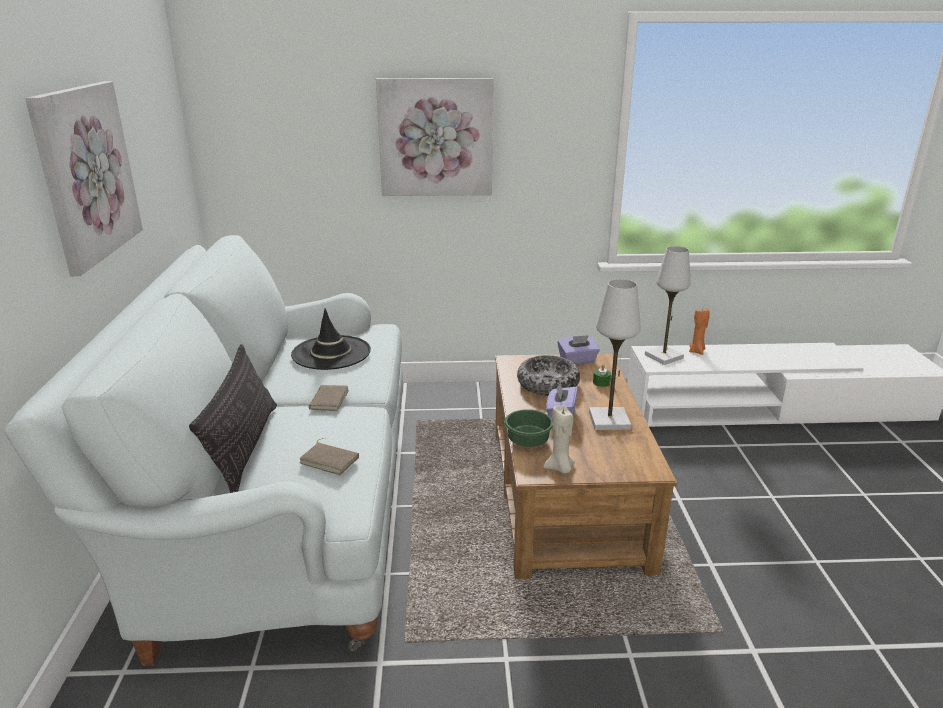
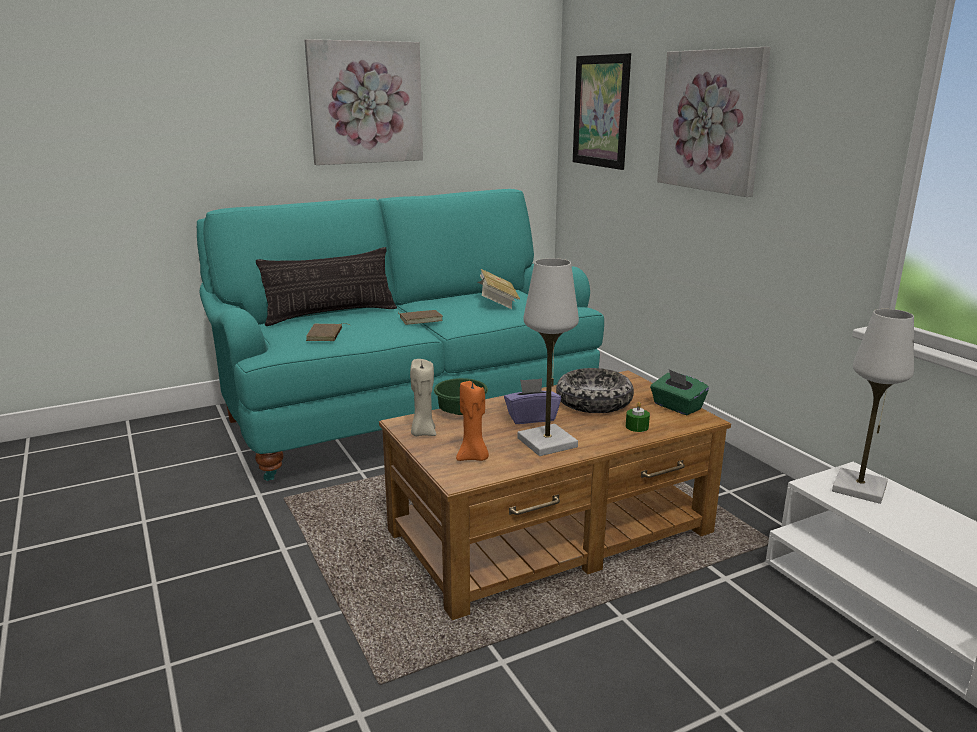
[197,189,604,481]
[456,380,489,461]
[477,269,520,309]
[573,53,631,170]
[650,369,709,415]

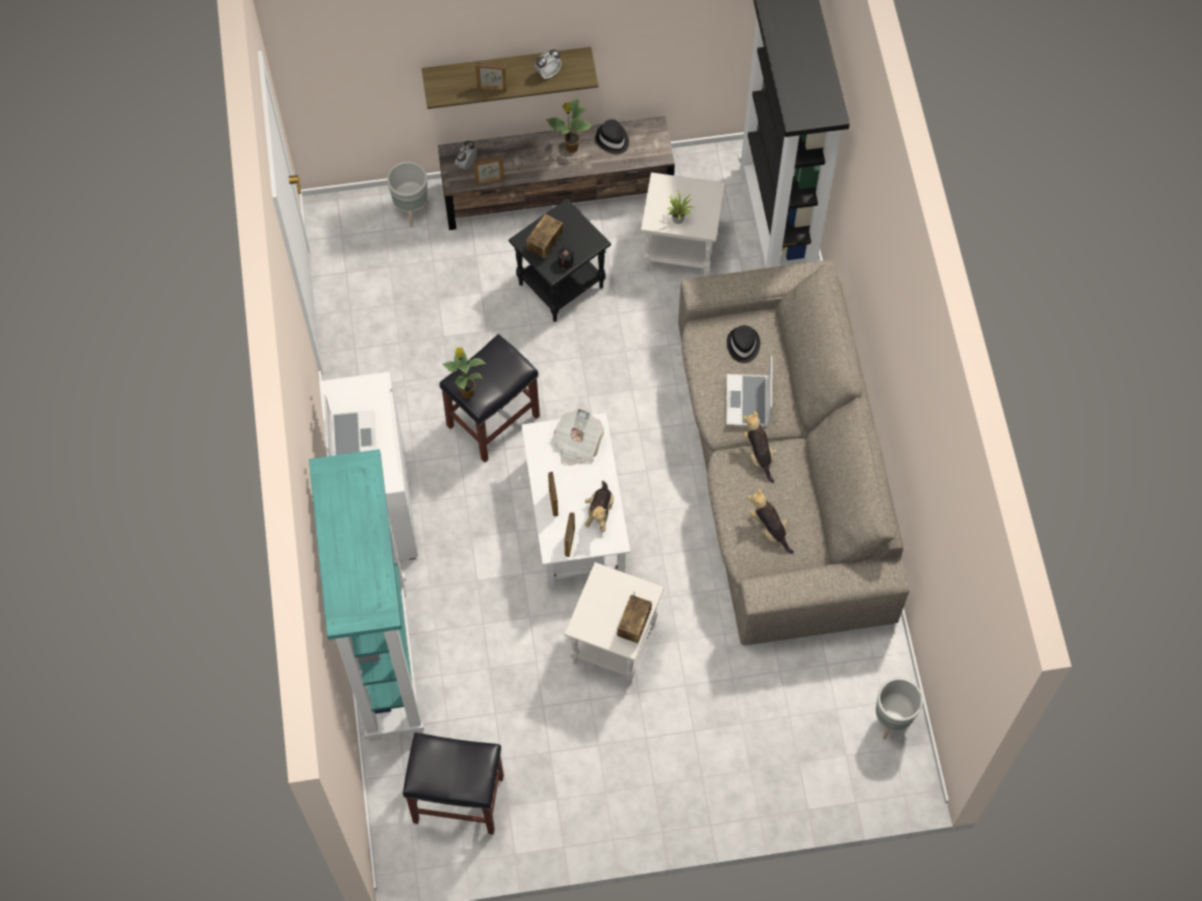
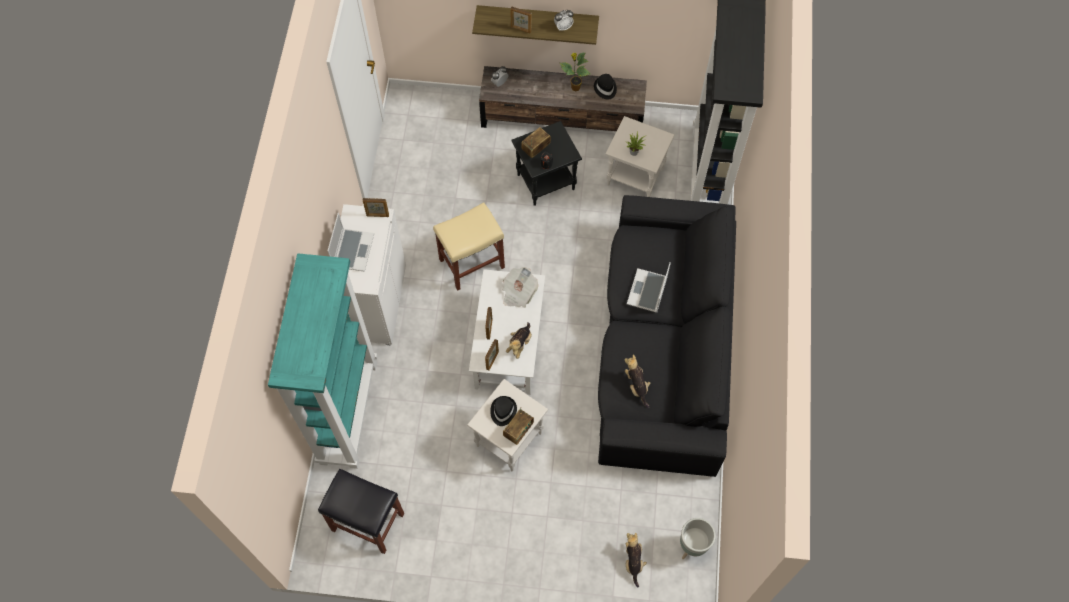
[363,198,389,217]
[433,202,505,291]
[490,396,517,426]
[598,195,736,477]
[626,533,647,588]
[387,162,429,227] (first image)
[442,347,486,399] (first image)

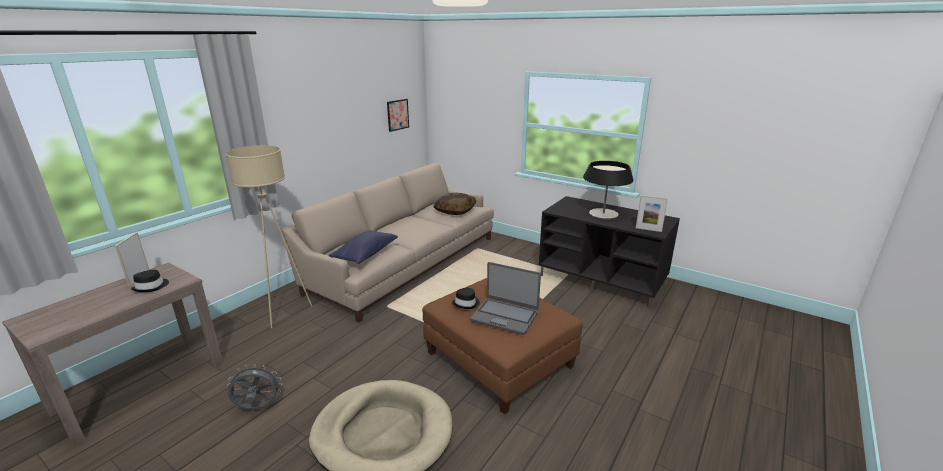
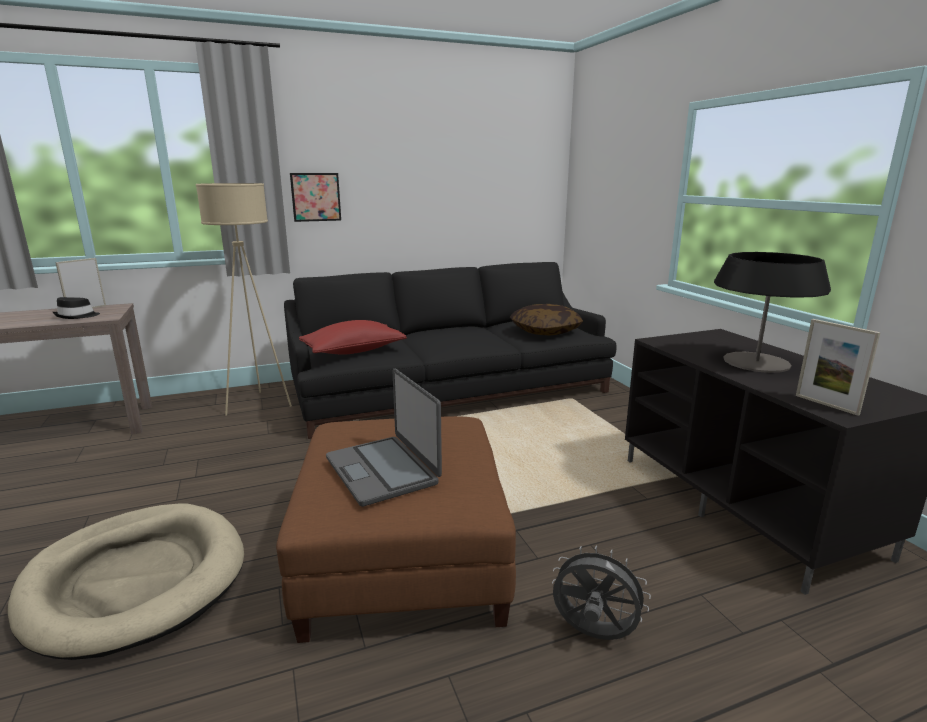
[284,262,617,439]
[290,173,341,222]
[299,320,407,355]
[552,545,651,640]
[452,288,480,309] (first image)

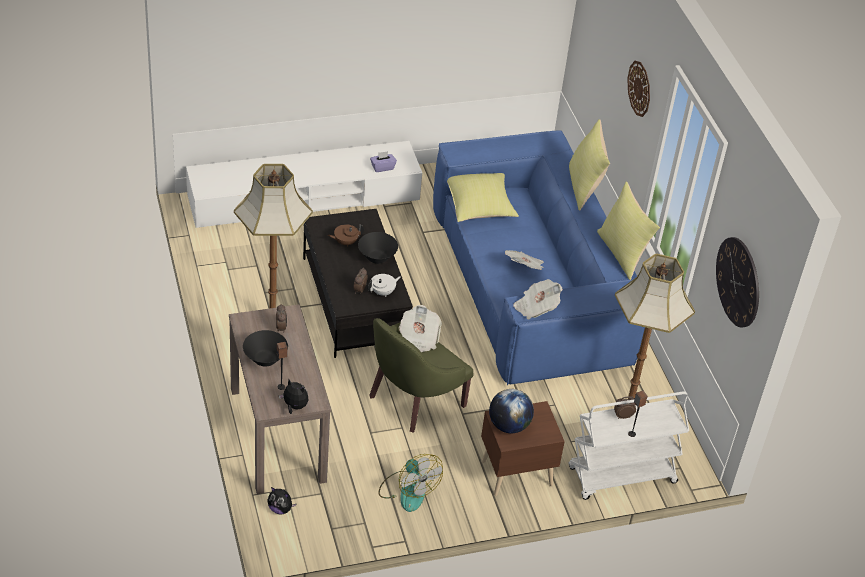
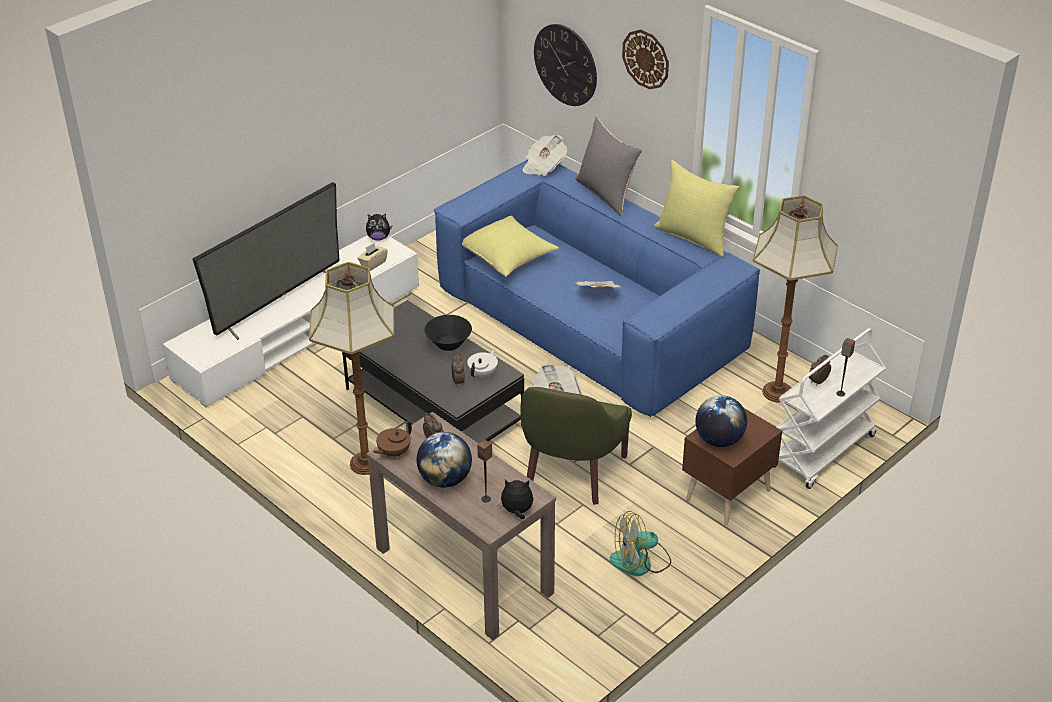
[192,182,340,340]
[357,243,388,271]
[366,214,392,241]
[373,421,412,457]
[417,432,472,488]
[523,135,567,176]
[534,24,597,106]
[575,117,642,216]
[610,511,671,576]

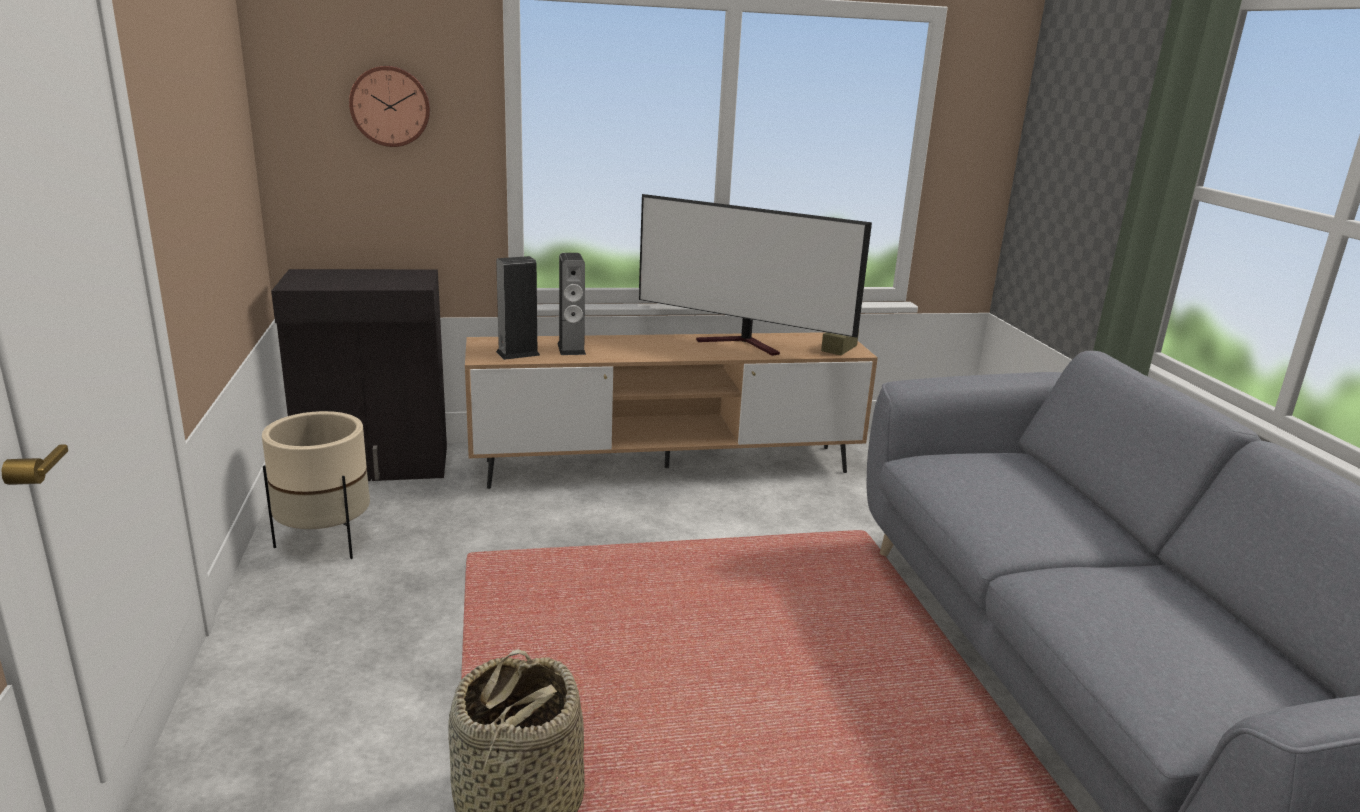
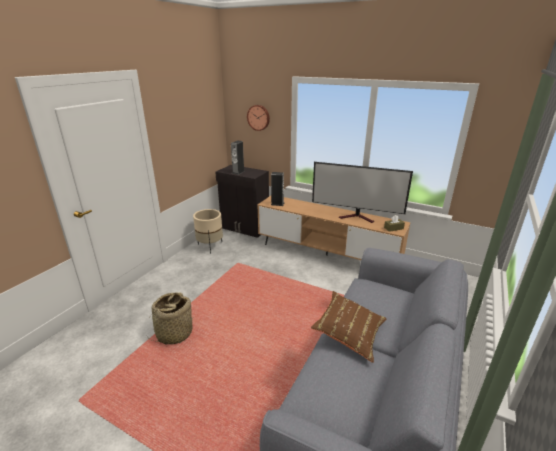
[231,140,244,175]
[311,291,387,363]
[312,162,413,223]

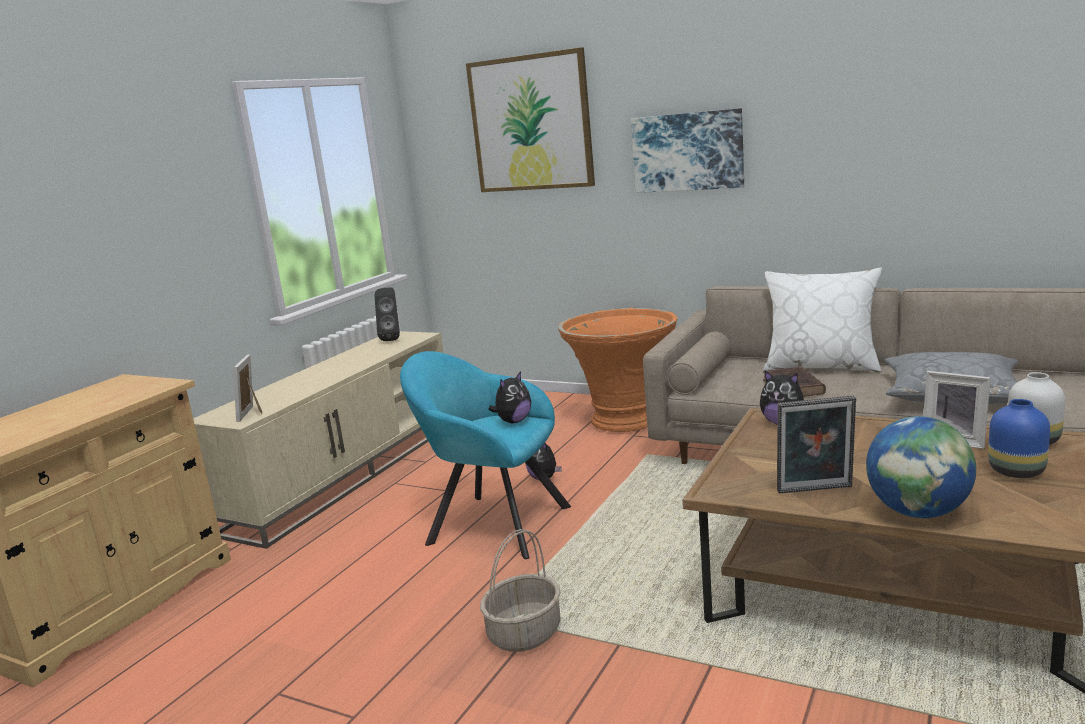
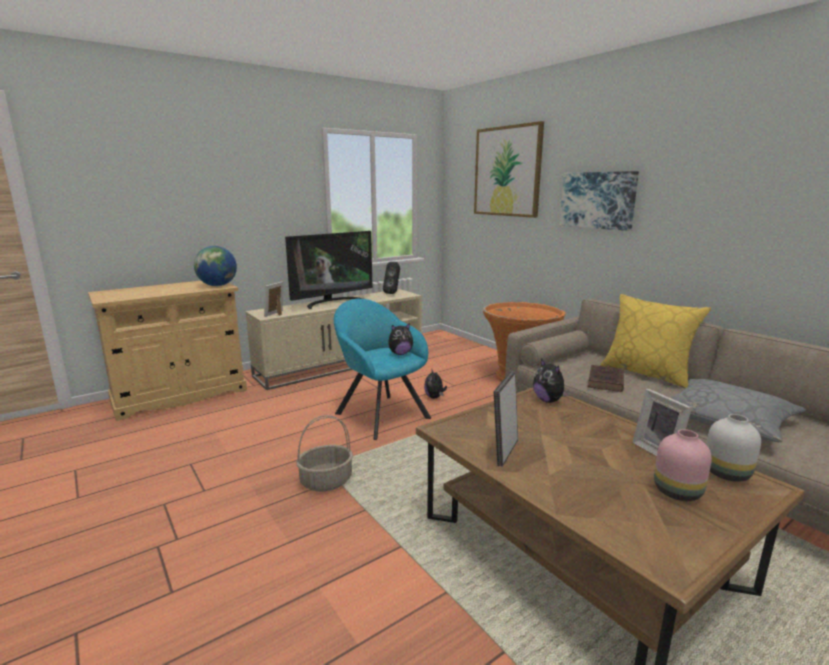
[194,246,237,286]
[285,231,373,309]
[493,371,518,466]
[600,294,711,388]
[654,429,712,501]

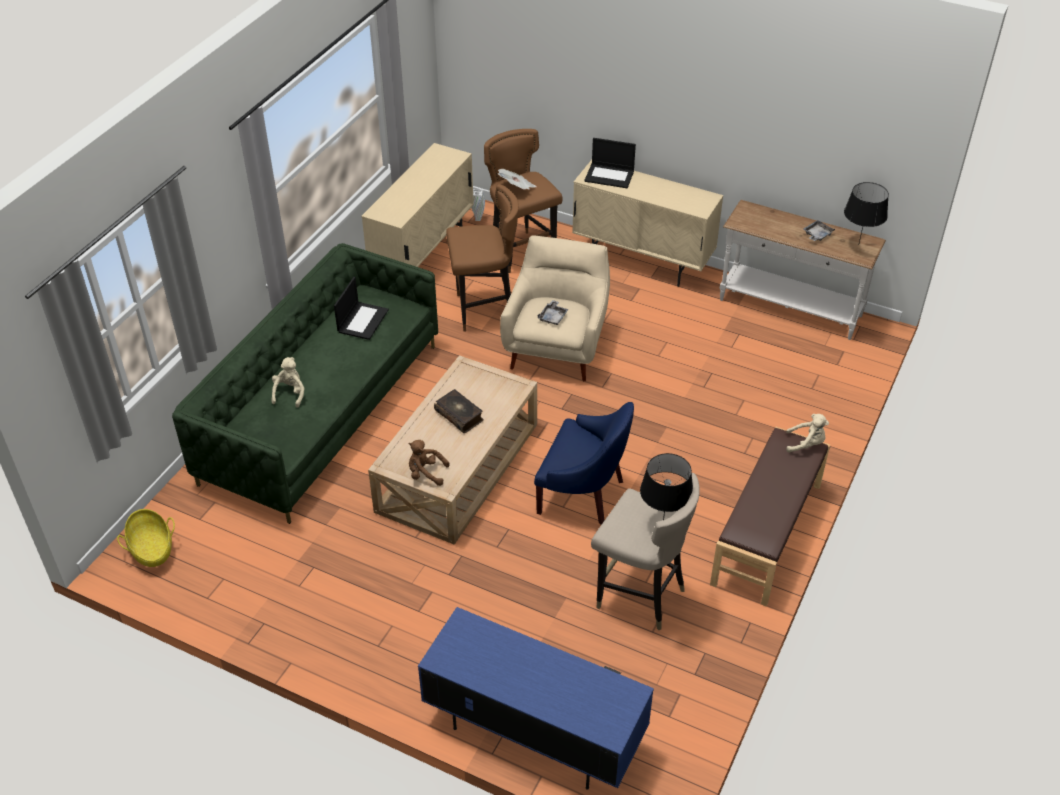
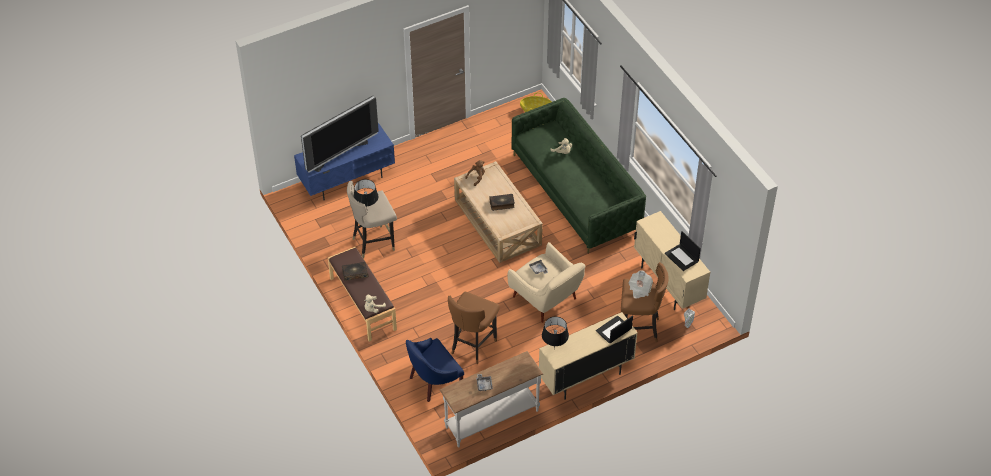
[301,96,379,173]
[342,262,368,281]
[406,338,464,402]
[448,291,500,364]
[542,317,569,350]
[665,231,701,271]

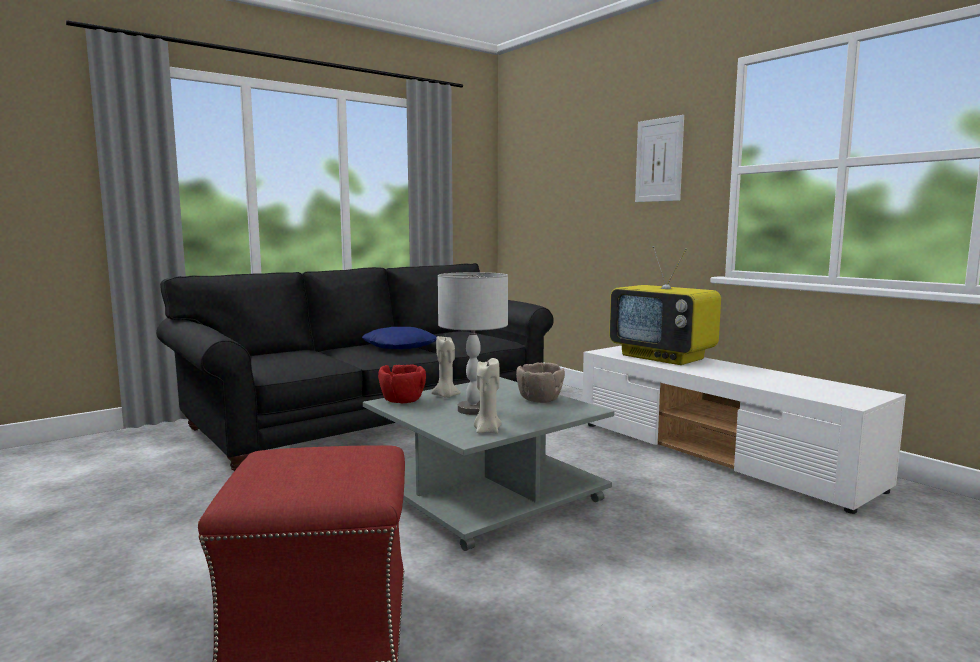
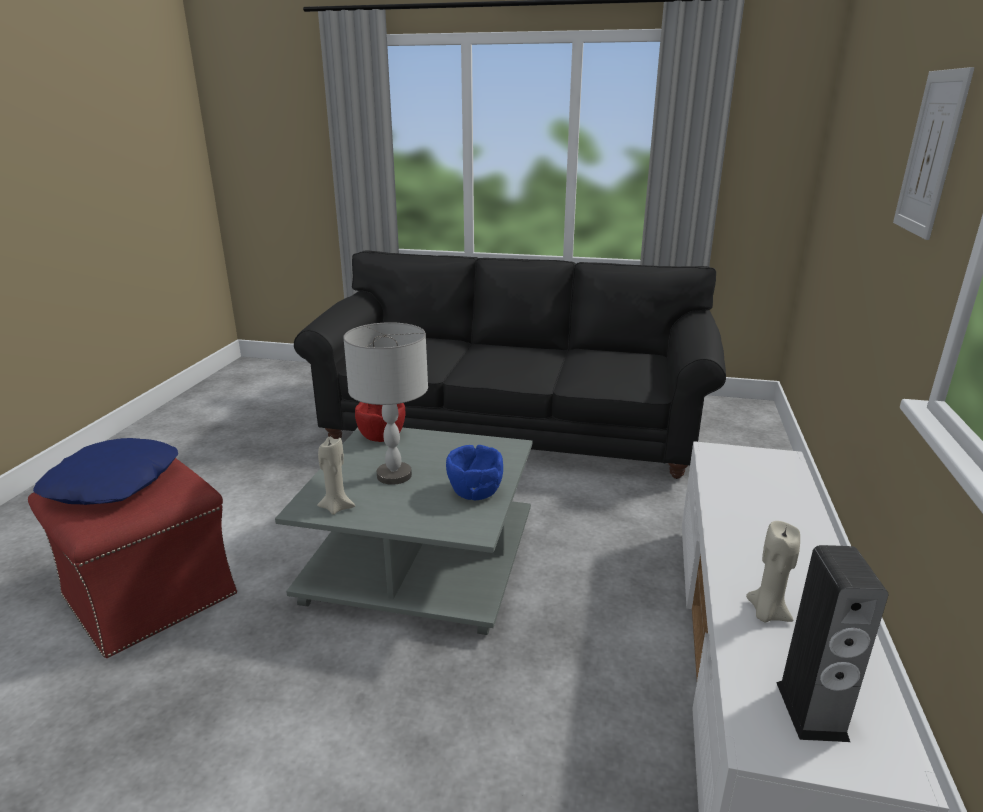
[33,438,178,505]
[446,445,503,500]
[746,521,800,622]
[776,545,888,742]
[609,246,721,365] (first image)

